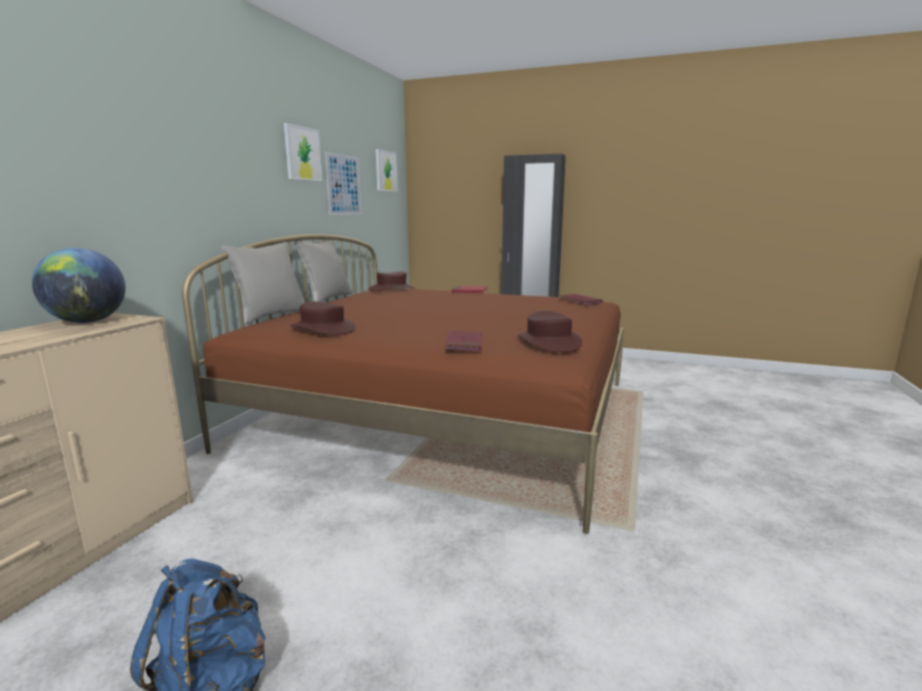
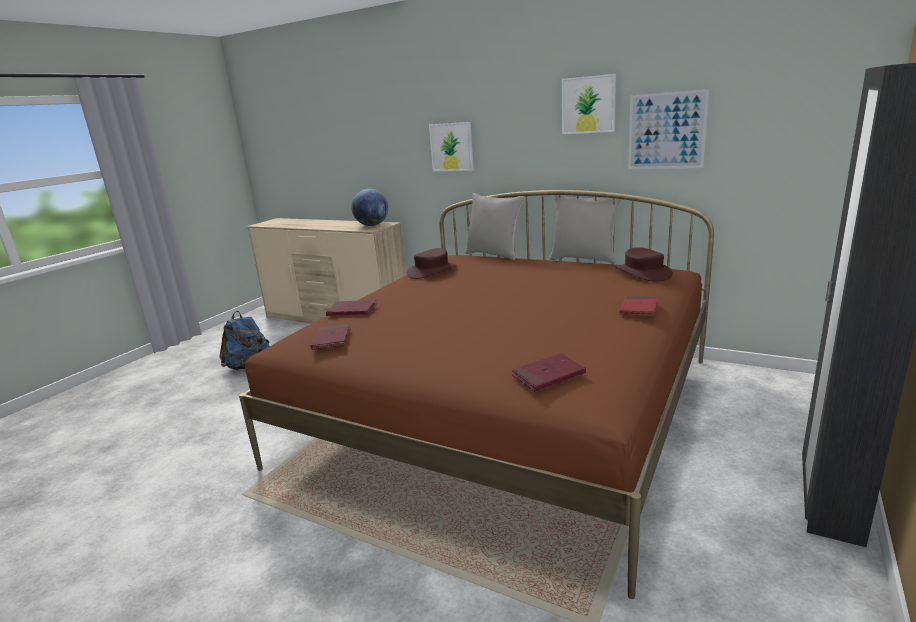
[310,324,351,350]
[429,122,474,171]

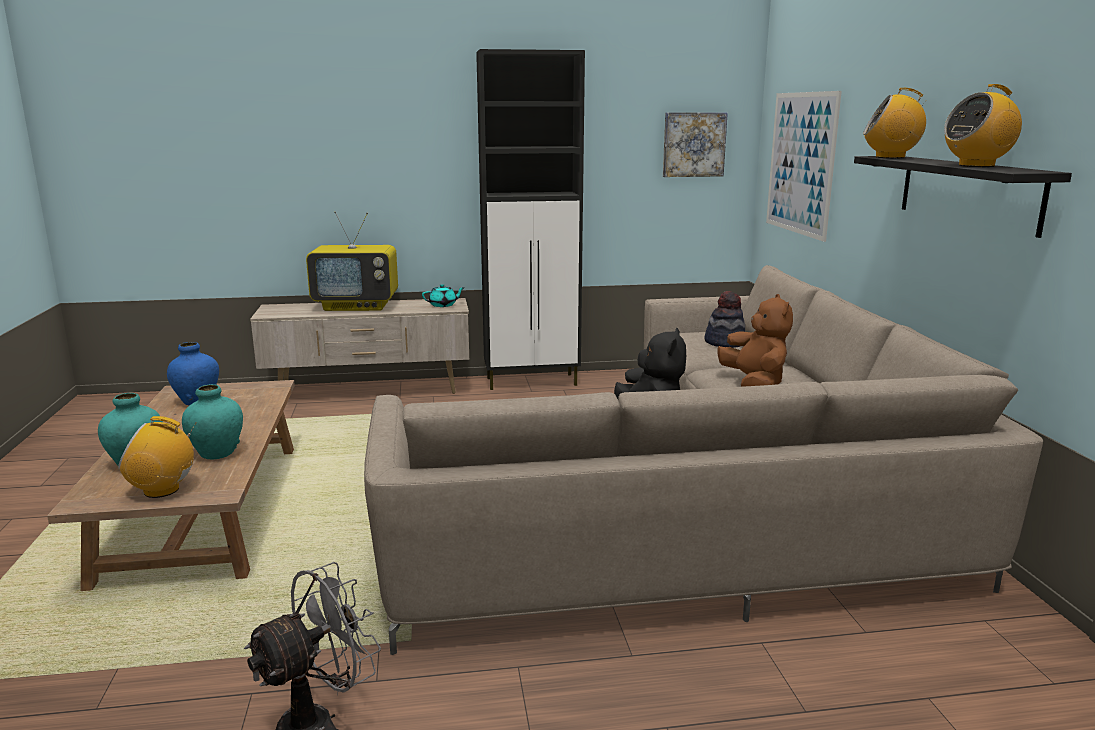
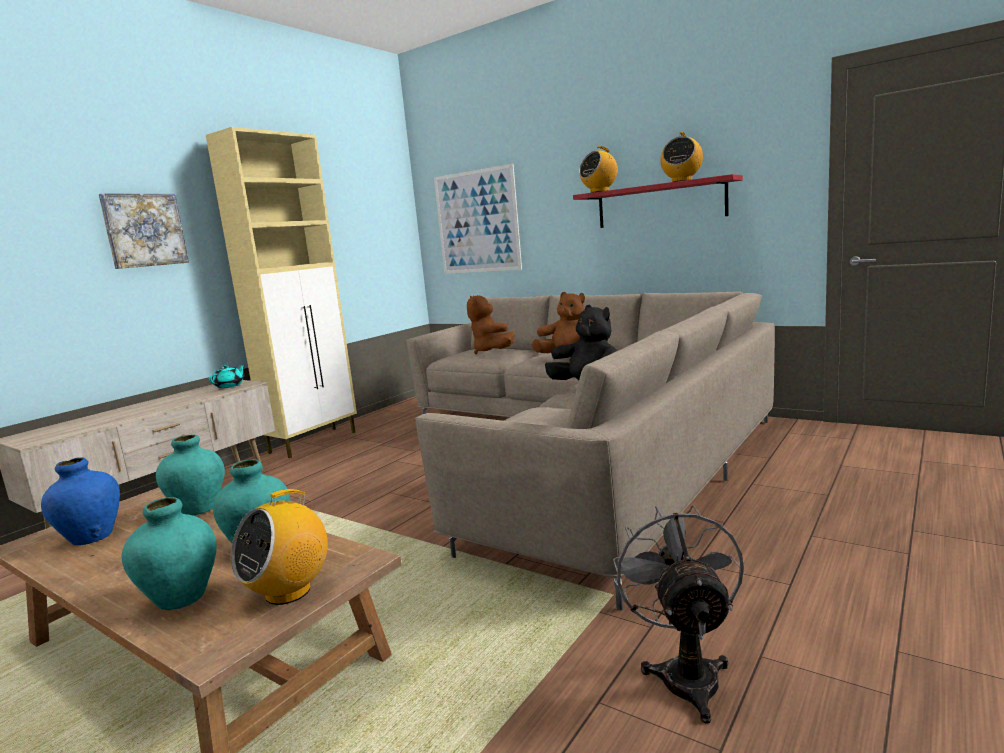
[99,193,189,269]
[156,434,225,516]
[206,127,357,458]
[467,295,515,354]
[573,174,743,228]
[306,212,398,311] (first image)

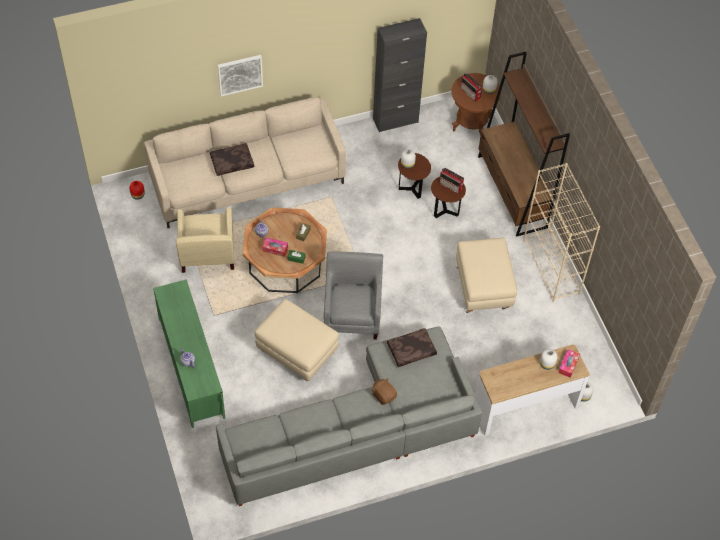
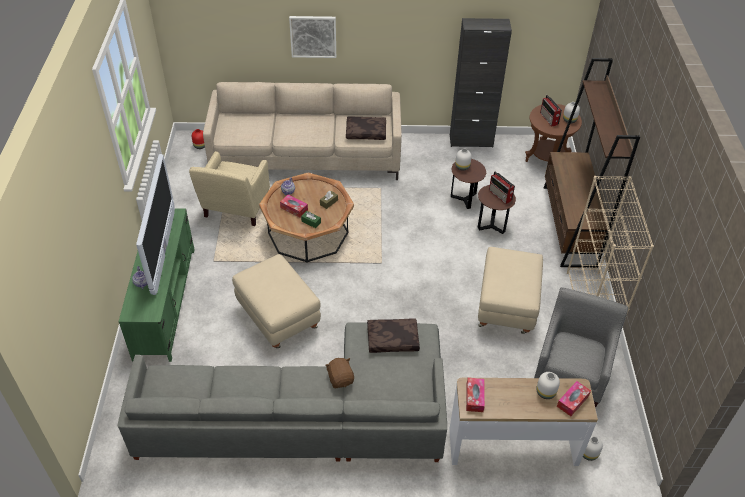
[136,154,175,295]
[346,116,386,140]
[466,378,485,412]
[534,287,628,408]

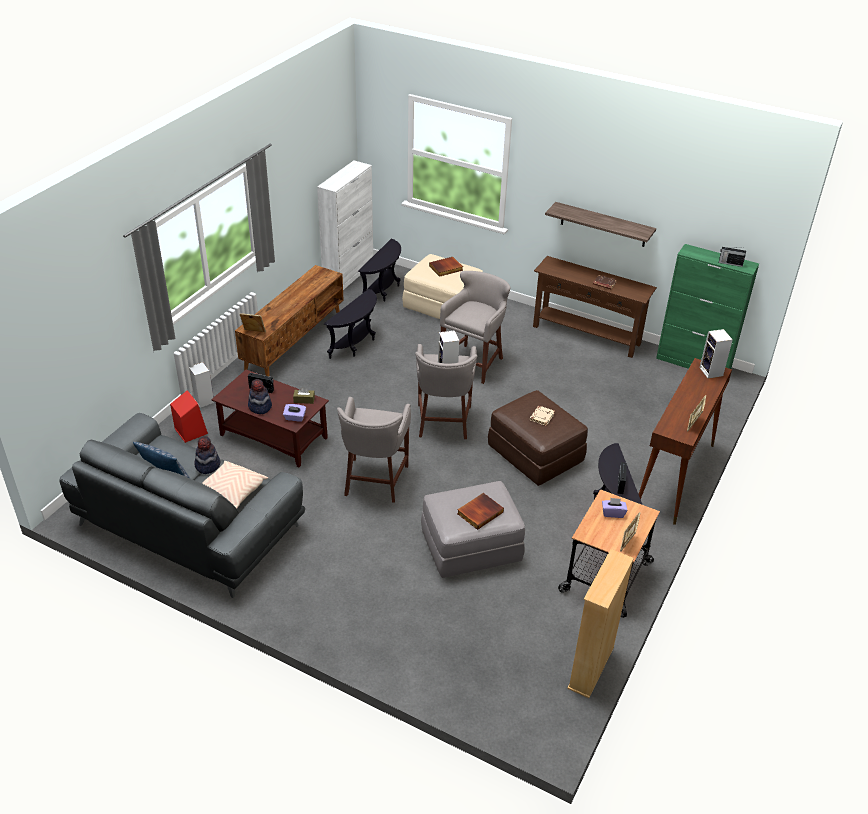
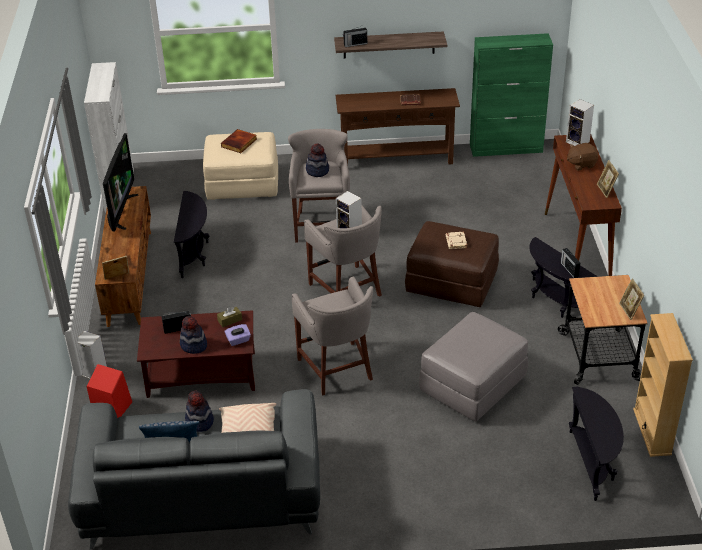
[103,133,138,231]
[306,143,329,177]
[343,25,367,47]
[567,143,598,171]
[569,387,624,501]
[457,493,504,530] (first image)
[602,498,627,518] (first image)

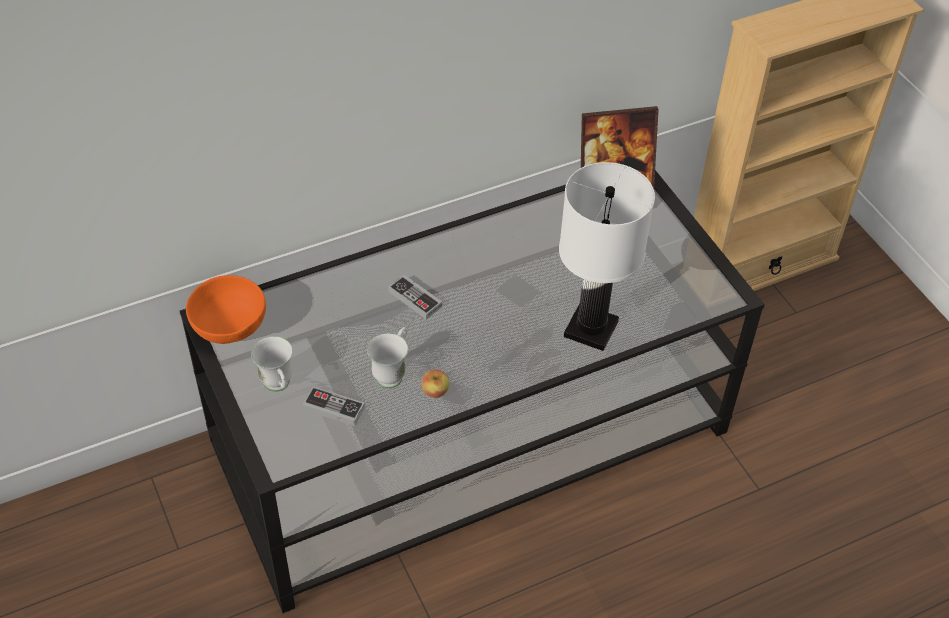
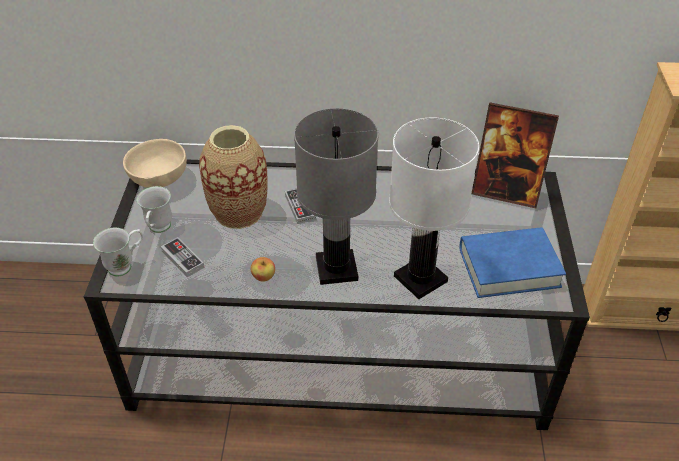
[93,228,143,276]
[123,139,187,188]
[199,125,268,229]
[294,108,379,285]
[459,227,566,298]

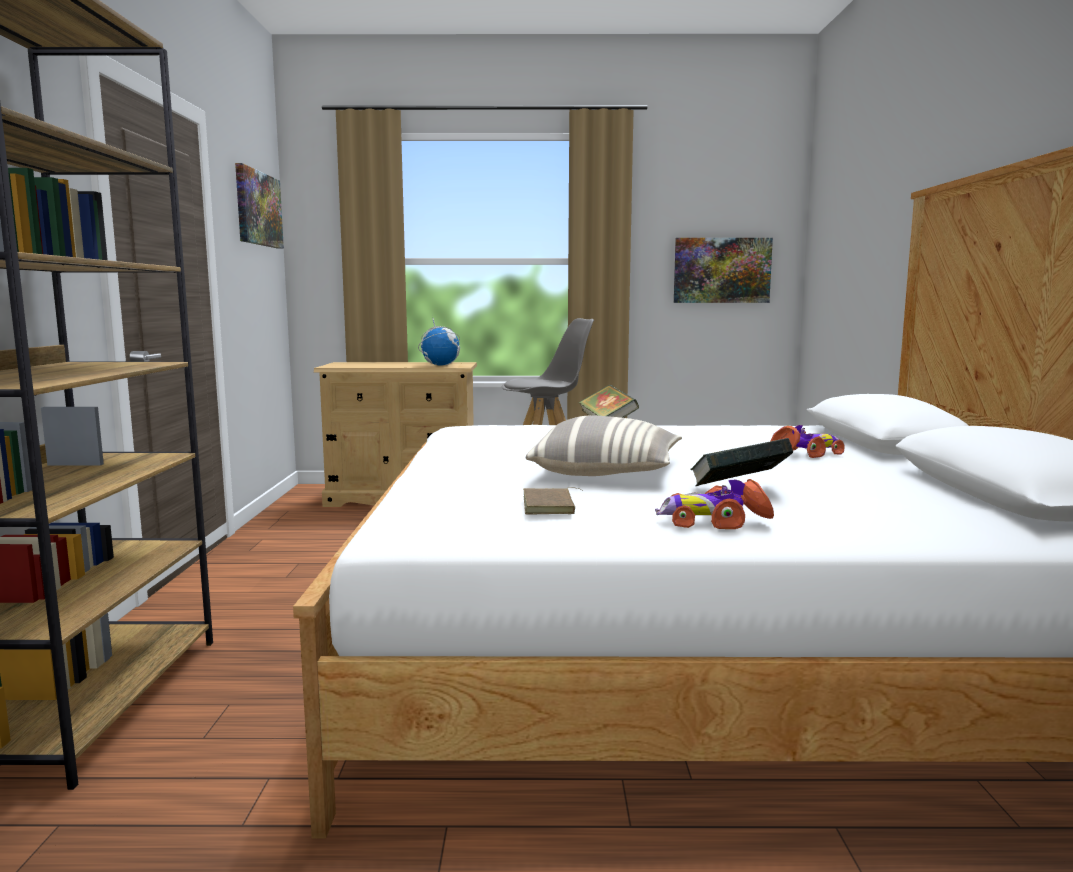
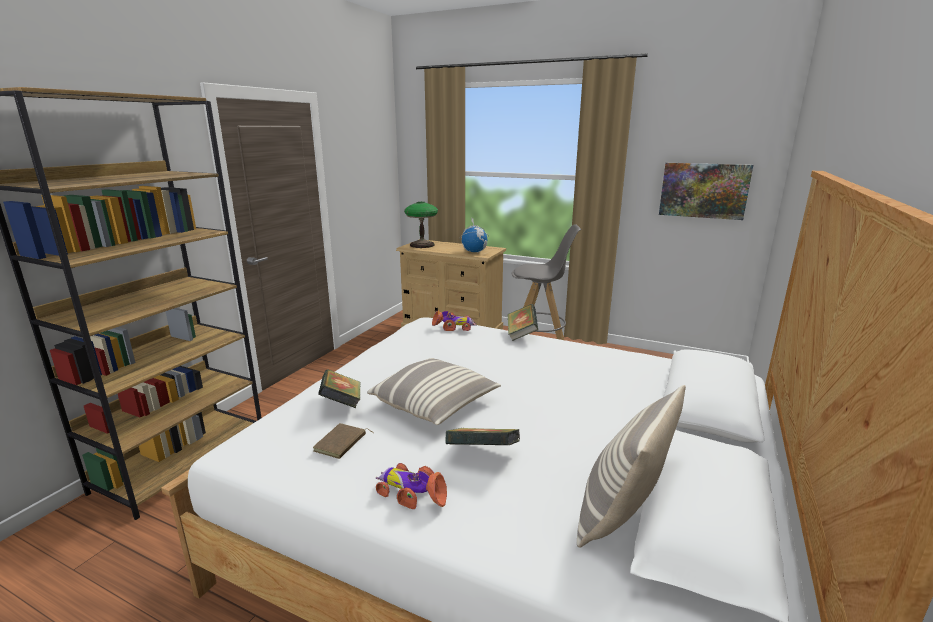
[318,369,361,408]
[404,202,438,248]
[432,311,477,331]
[577,385,686,548]
[235,163,284,249] (first image)

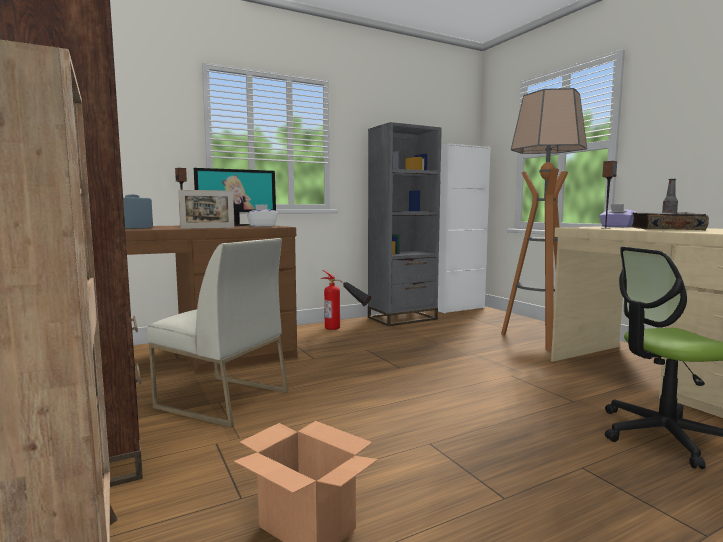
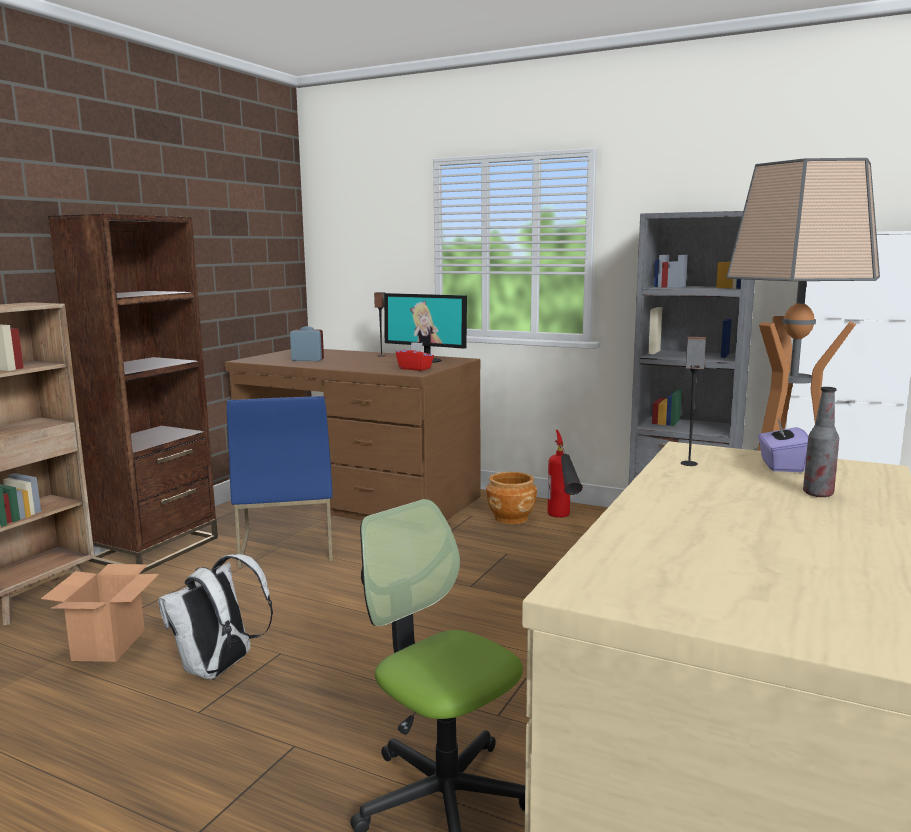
[158,554,273,679]
[227,396,333,568]
[396,342,434,371]
[486,472,537,524]
[178,190,235,229] (first image)
[631,212,709,230] (first image)

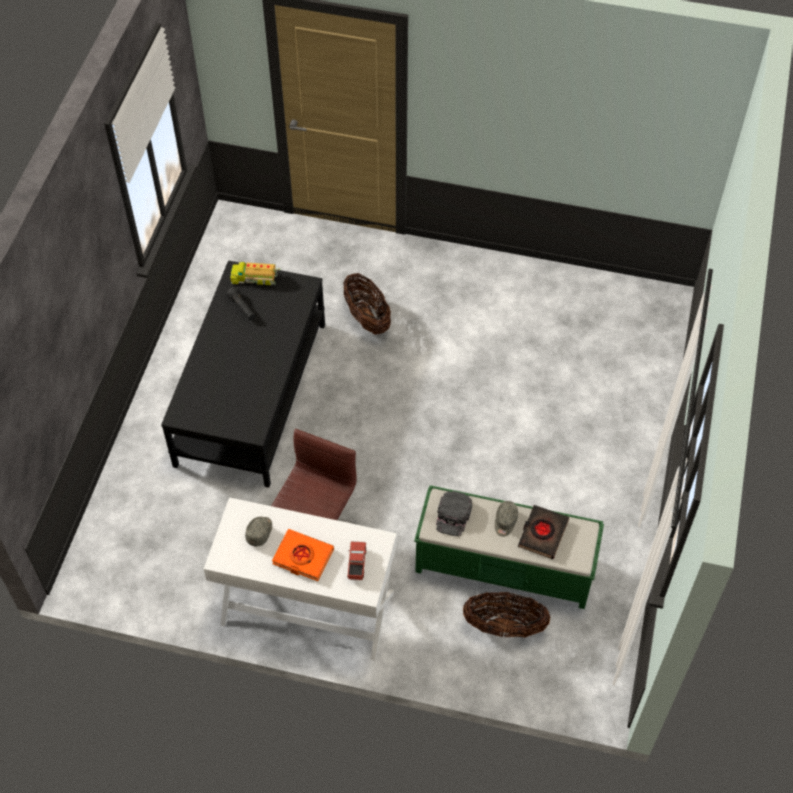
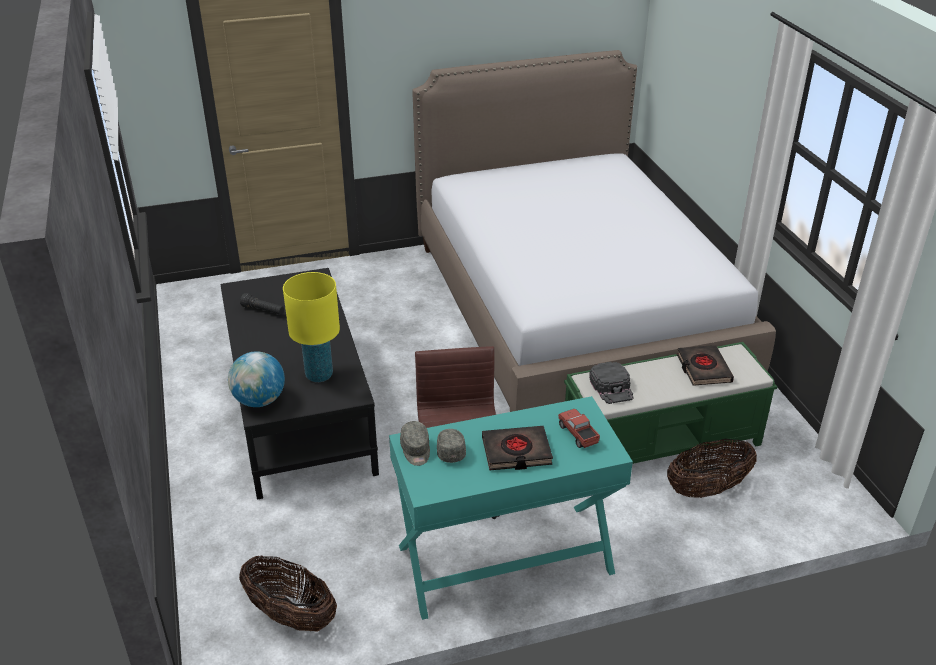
[228,351,285,407]
[239,555,337,632]
[283,272,340,382]
[389,396,633,620]
[400,421,430,466]
[412,50,776,412]
[482,426,553,470]
[230,260,280,285] (first image)

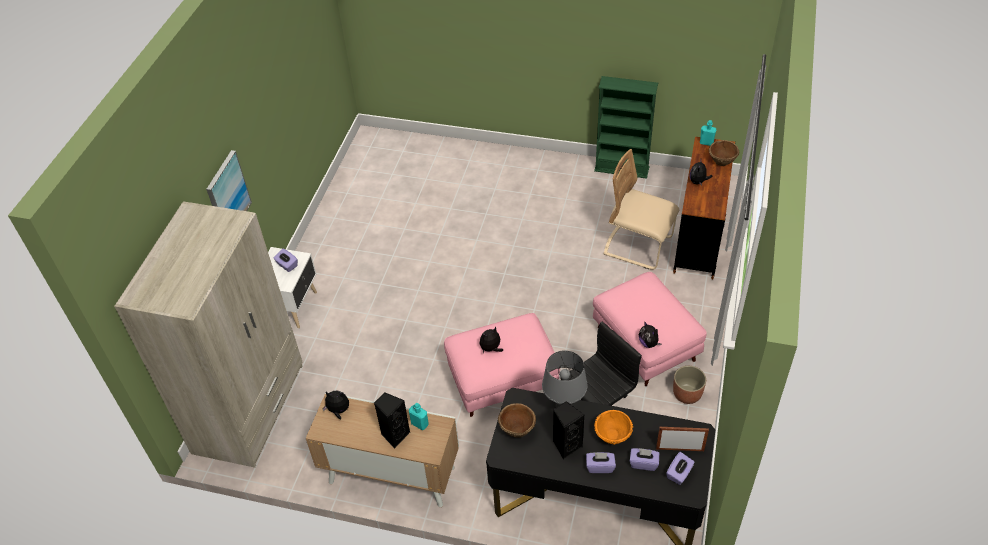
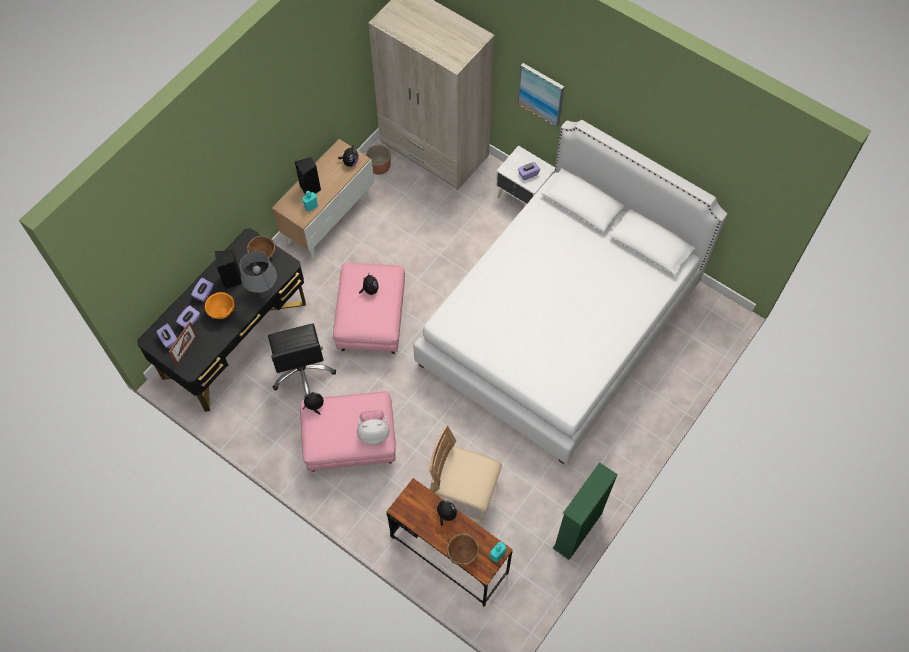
[357,410,390,445]
[366,145,391,175]
[413,120,727,464]
[429,425,502,523]

